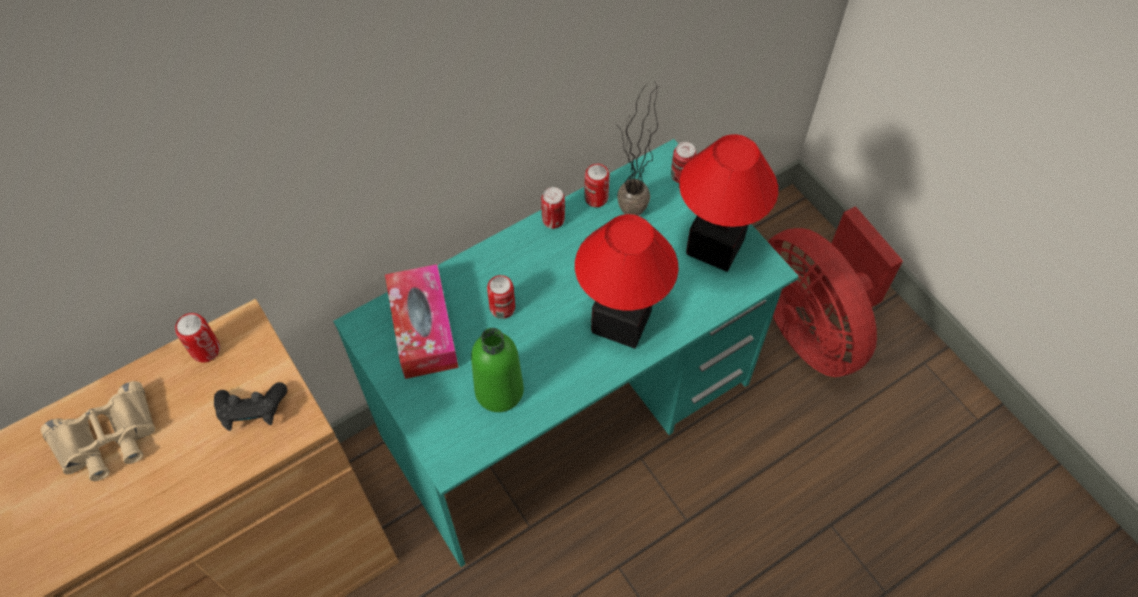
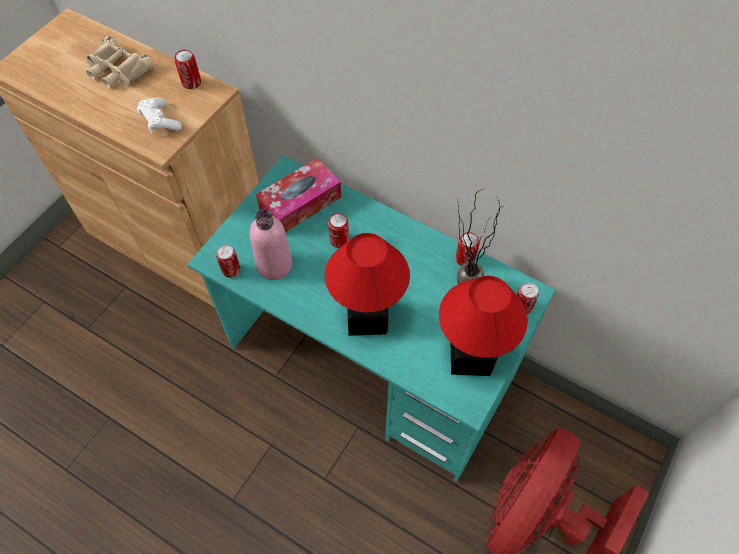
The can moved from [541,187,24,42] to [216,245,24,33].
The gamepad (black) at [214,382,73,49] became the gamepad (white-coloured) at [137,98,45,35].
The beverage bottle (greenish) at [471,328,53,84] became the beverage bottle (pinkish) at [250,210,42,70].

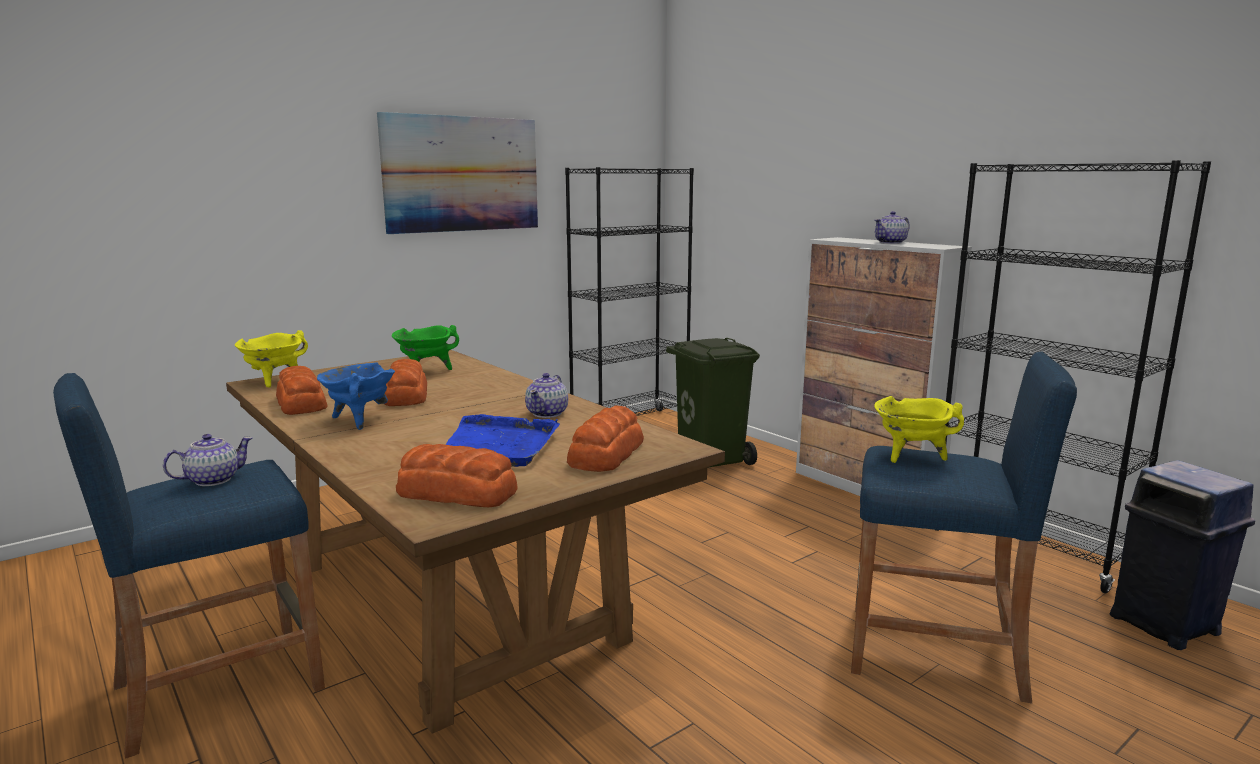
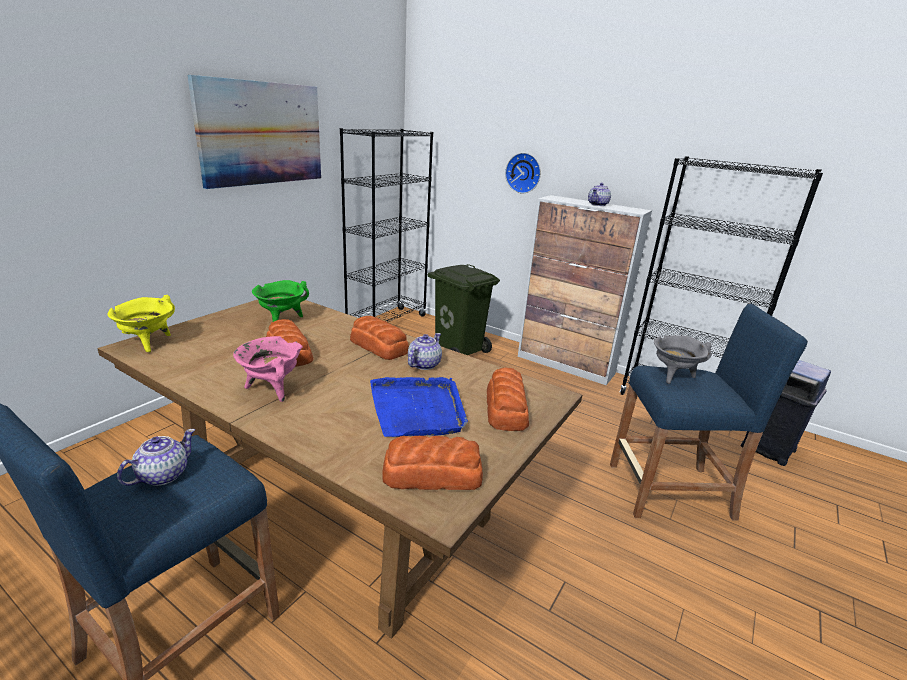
The hanging clock at [505,153,36,40] appeared.
The bread moved from [276,366,51,49] to [350,316,59,44].
The cooking pot (bluish) at [317,362,78,68] became the cooking pot (pinkish) at [233,336,70,66].
The cooking pot (yellow-coloured) at [874,396,90,67] became the cooking pot (greyish) at [654,335,58,49].
The tea pot at [525,373,43,45] turned 150 degrees counterclockwise.

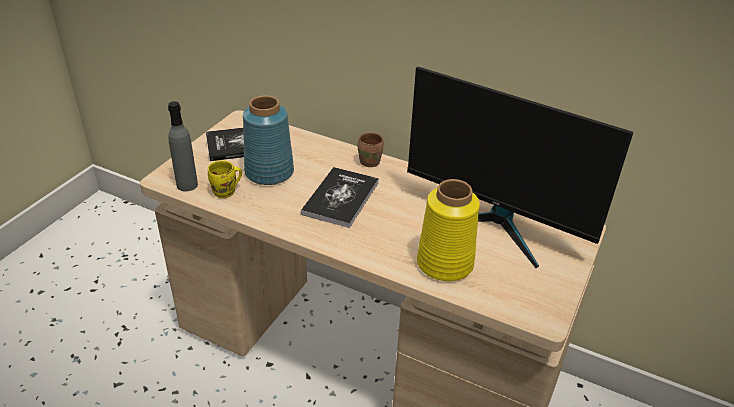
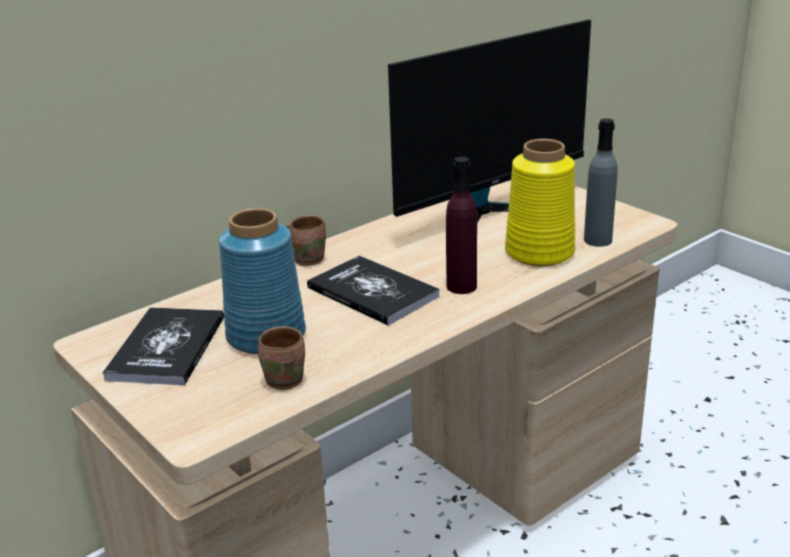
The beverage bottle (purple-coloured) at [446,157,31,137] appeared.
The beverage bottle (greyish) moved from [168,101,30,90] to [584,119,34,128].
The tea mug (yellow-coloured) at [208,160,34,38] became the tea mug (brown) at [258,326,47,64].

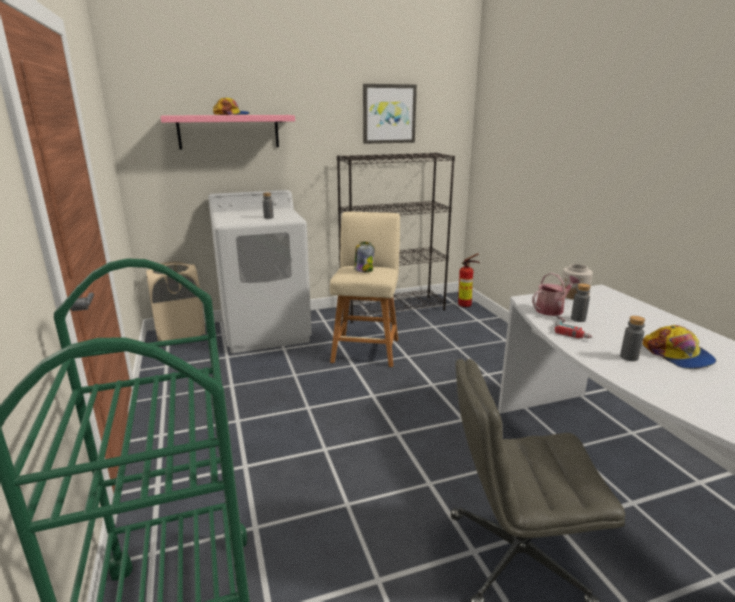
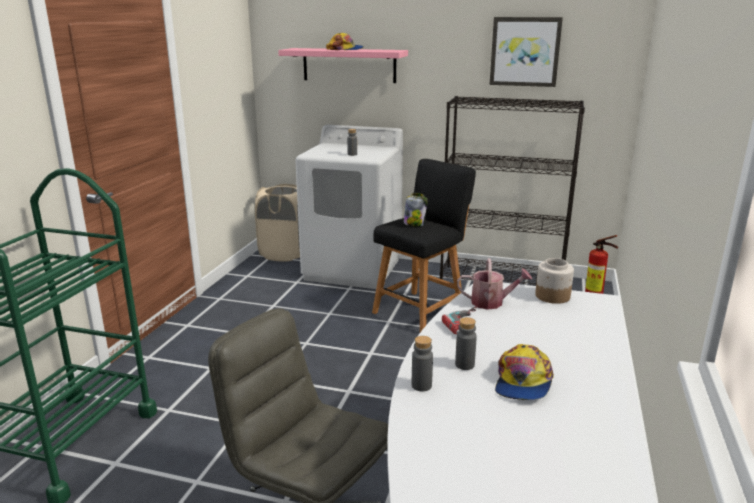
The beverage bottle (greyish) moved from [571,283,19,39] to [412,336,21,56].
The sitting stool (sand-coloured) at [330,212,70,155] became the sitting stool (black) at [372,159,104,173].

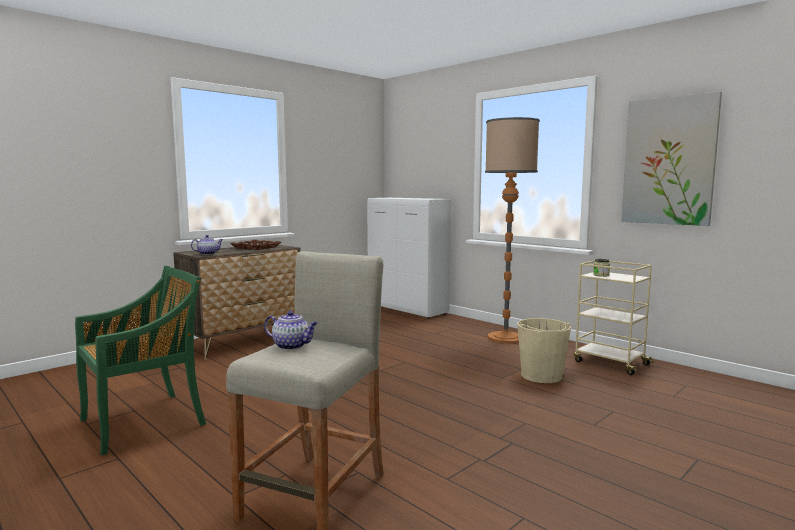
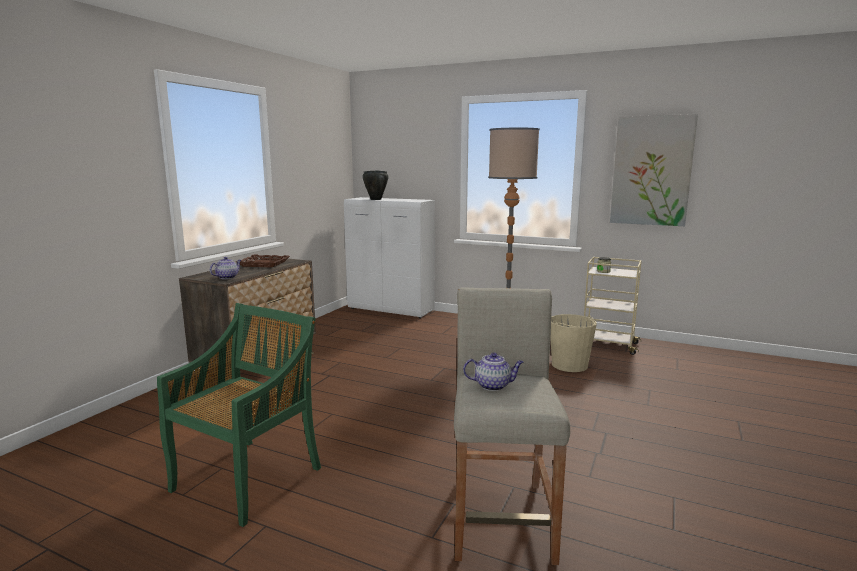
The cooking pot (black) at [362,170,26,30] appeared.

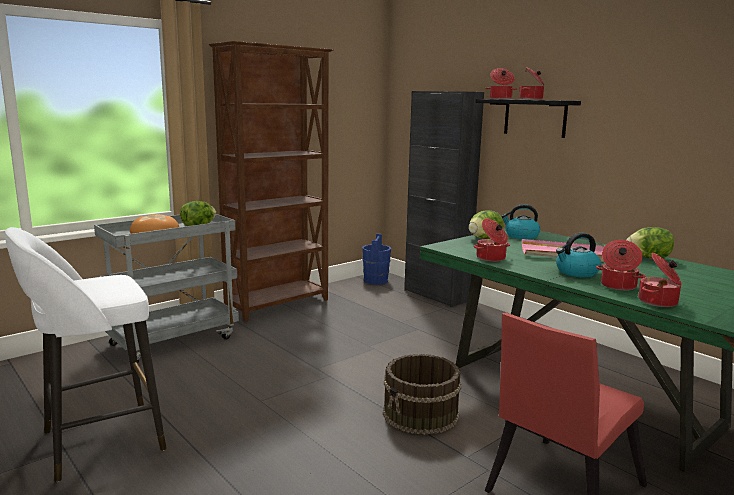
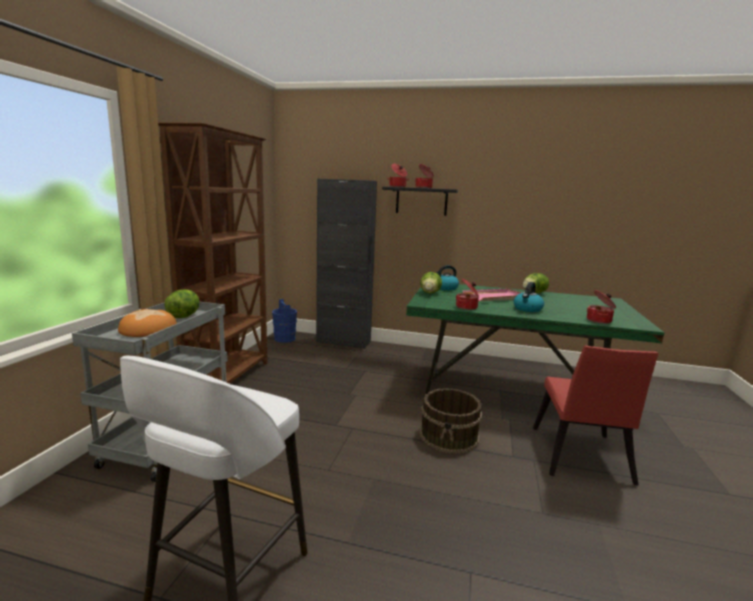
The cooking pot at [596,240,49,51] disappeared.

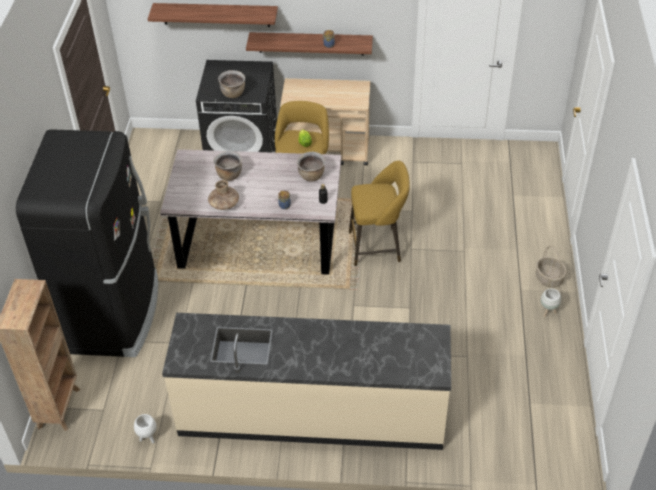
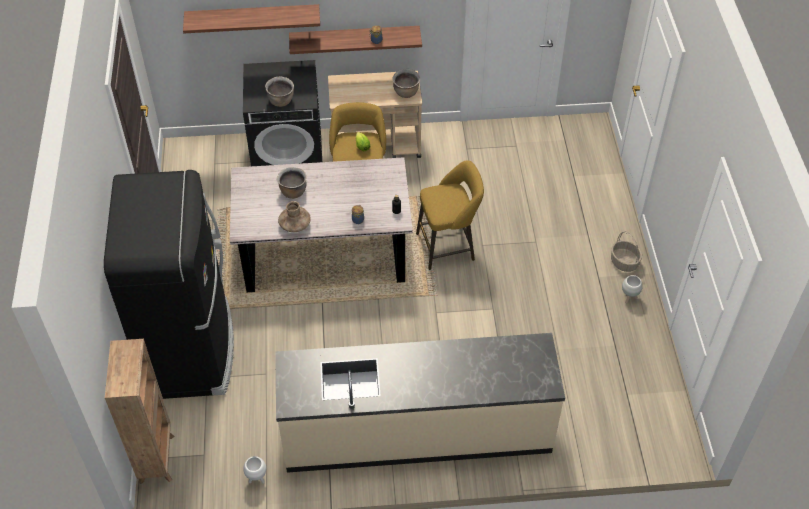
The cooking pot (brown) moved from [297,152,29,30] to [393,69,27,29].

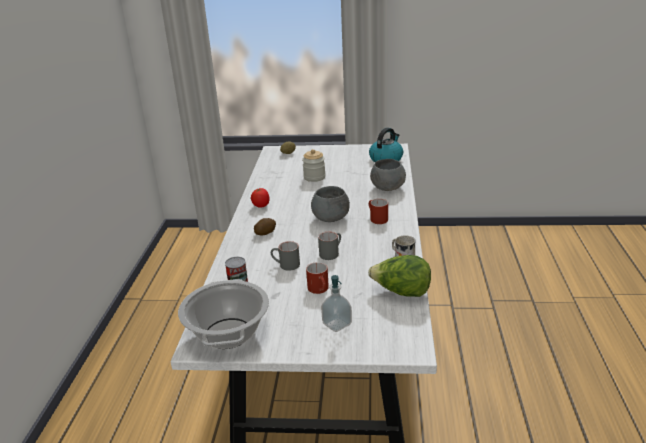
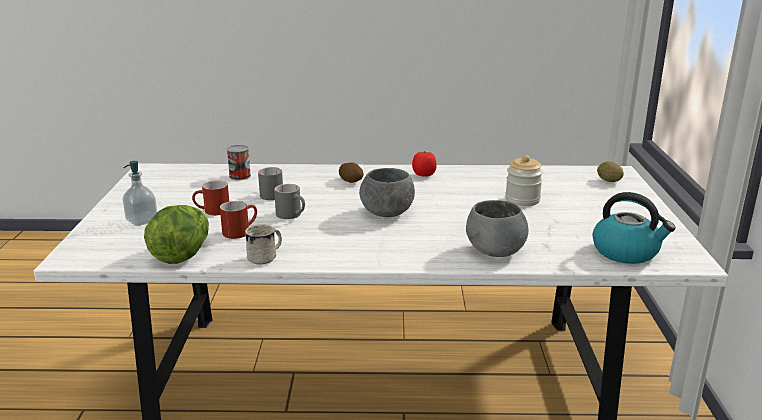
The cooking pot at [178,279,91,70] disappeared.
The tea mug (red) moved from [369,199,19,25] to [220,201,37,38].

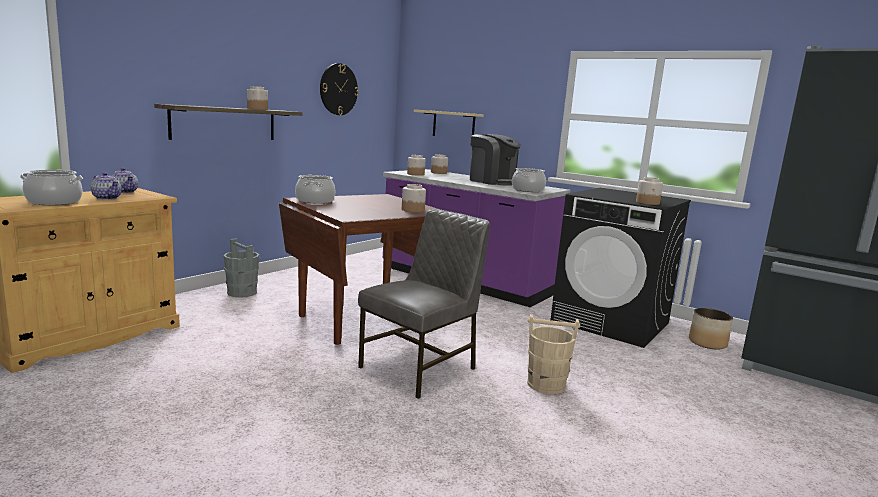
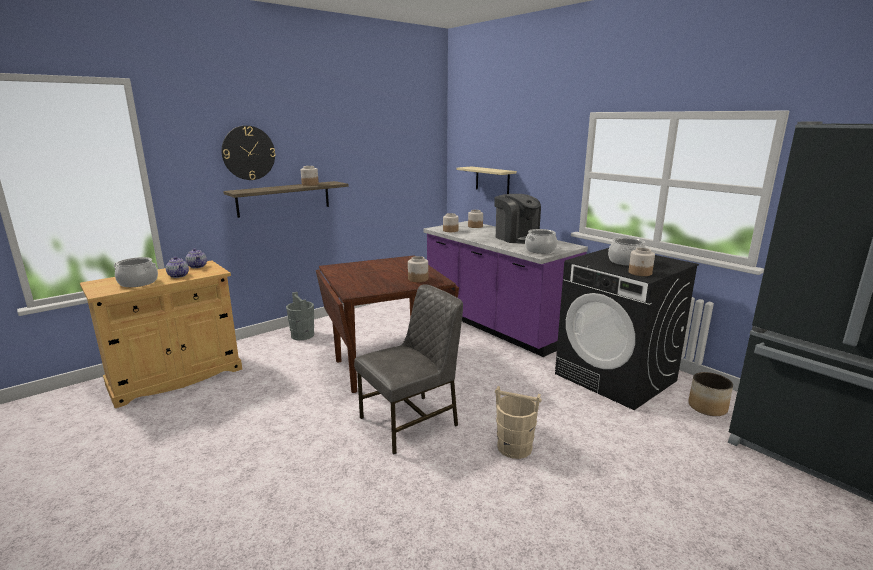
The cooking pot moved from [295,175,40,29] to [608,237,38,29].
The hanging clock moved from [320,63,39,52] to [222,126,54,54].

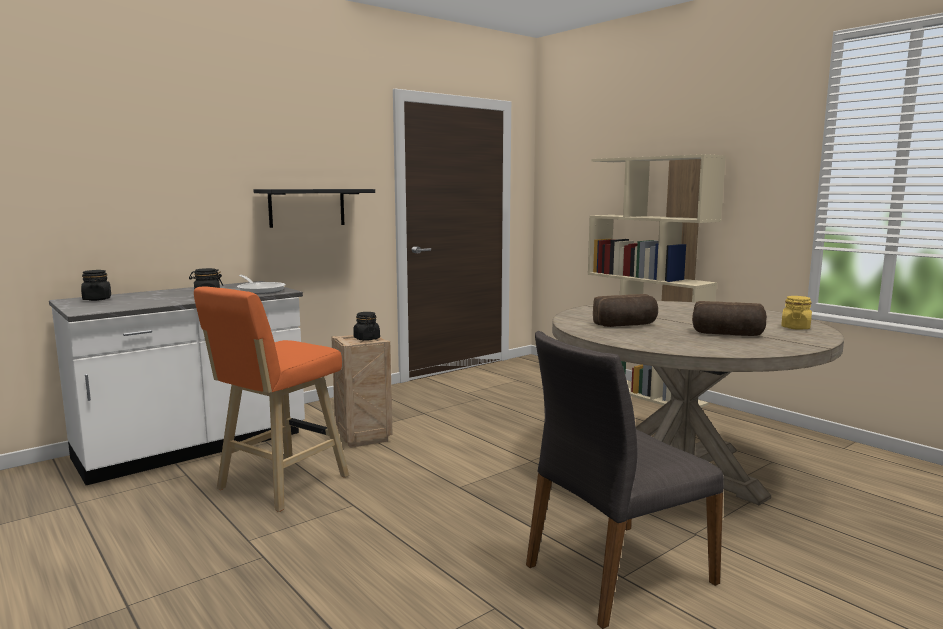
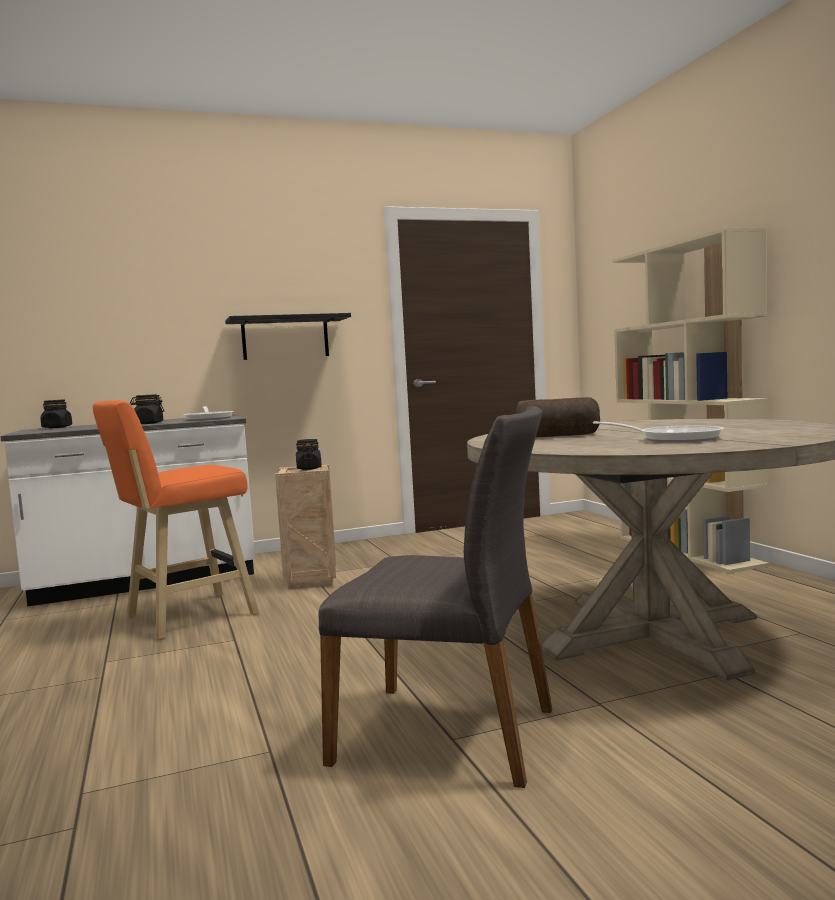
The jar (yellow-coloured) at [781,296,31,34] disappeared.
The bread at [692,301,75,35] was replaced by the frying pan at [593,421,131,21].
The upright chair (greyish) at [526,331,198,298] turned 150 degrees counterclockwise.

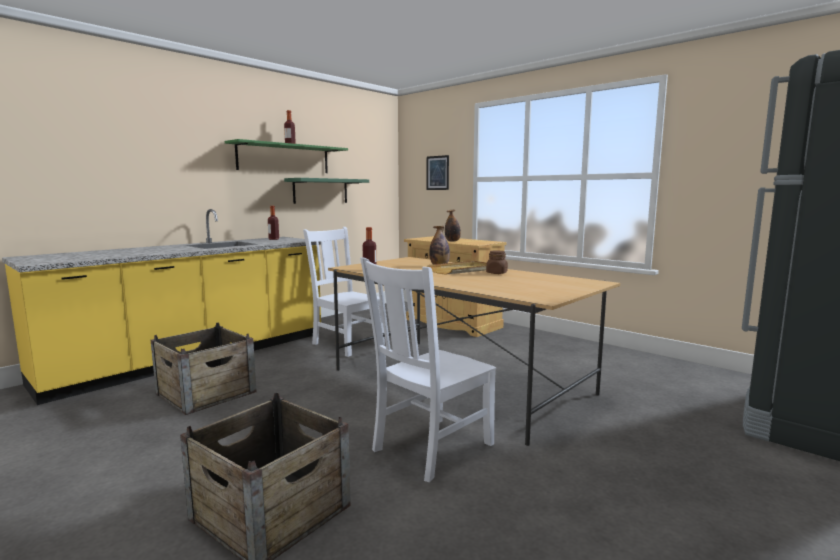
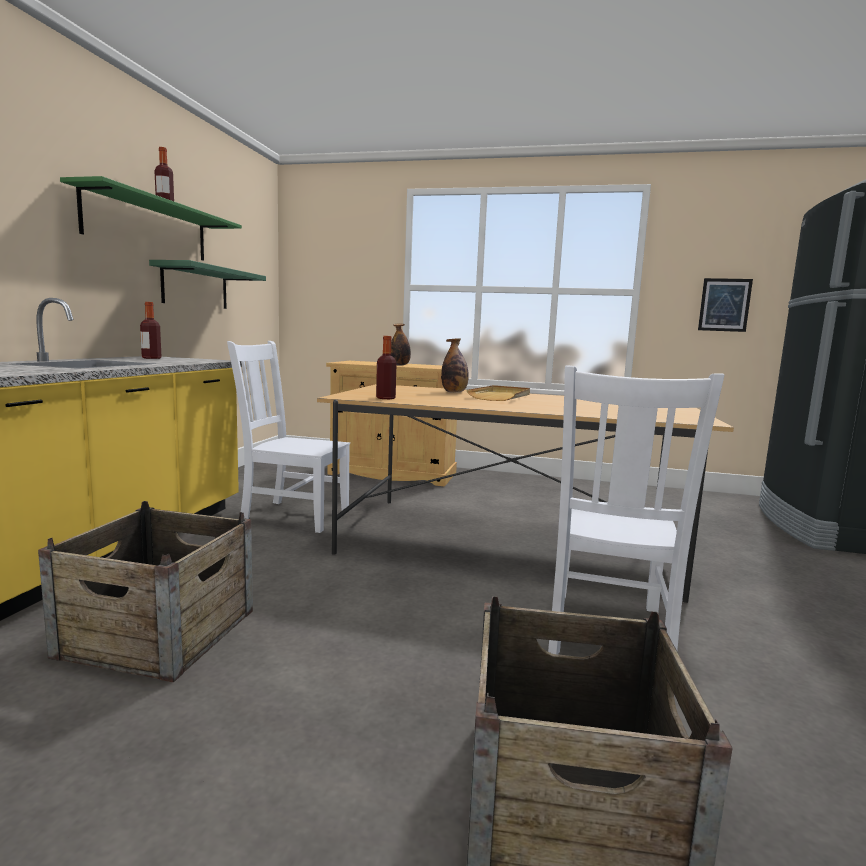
The jar (brown) at [486,251,22,23] disappeared.
The wall art moved from [427,155,22,35] to [698,278,55,54].

